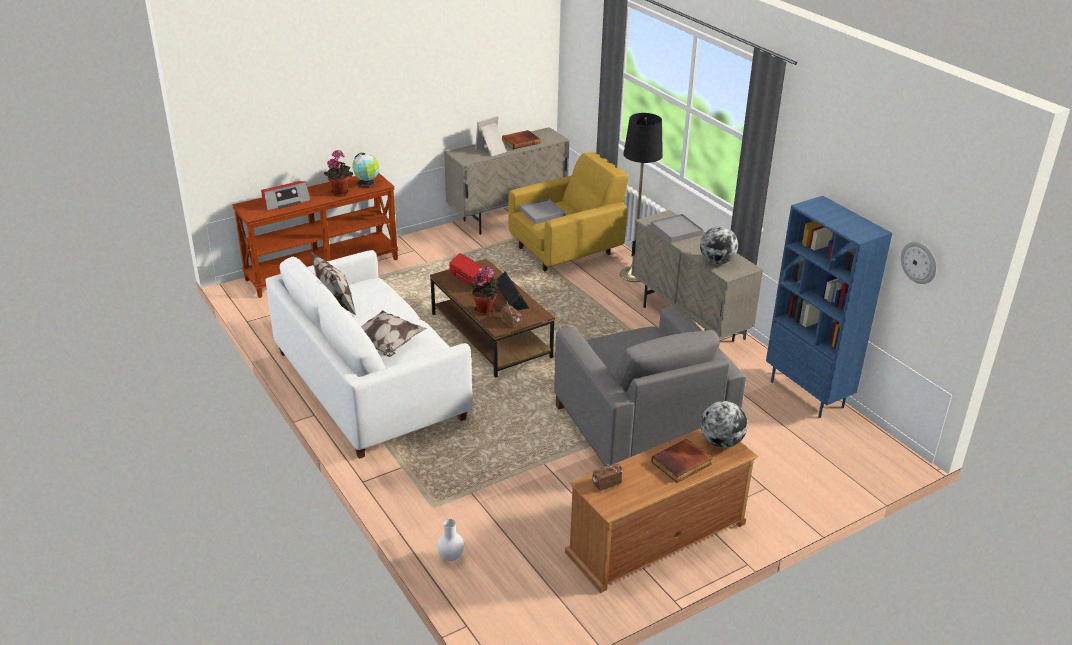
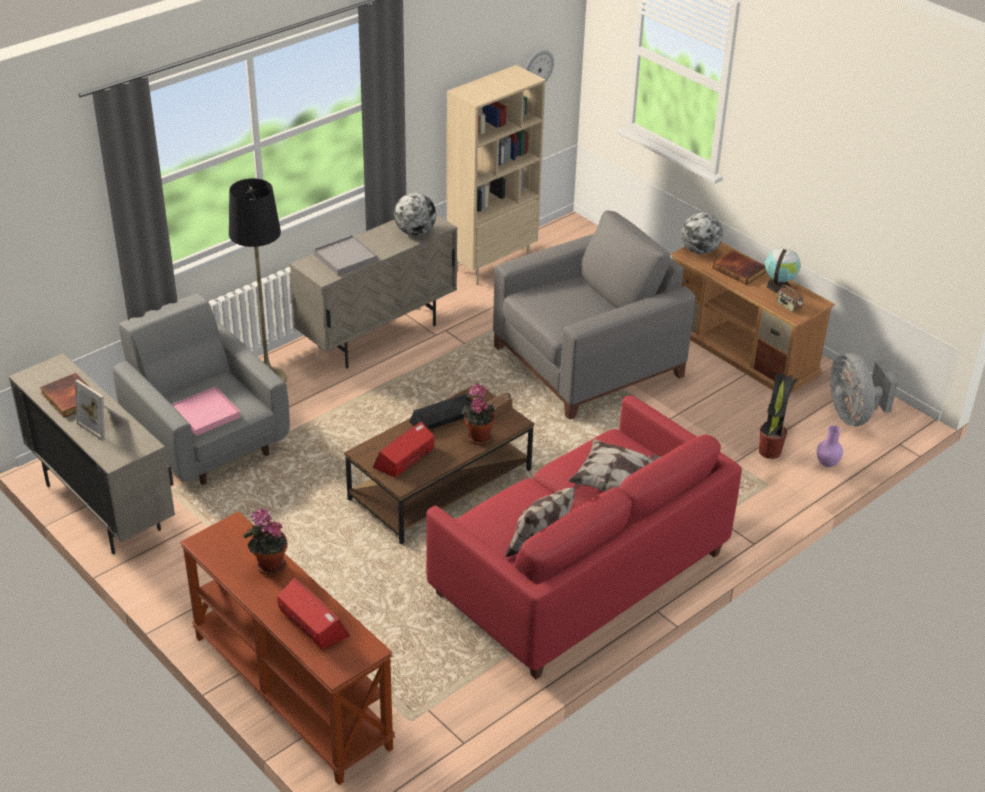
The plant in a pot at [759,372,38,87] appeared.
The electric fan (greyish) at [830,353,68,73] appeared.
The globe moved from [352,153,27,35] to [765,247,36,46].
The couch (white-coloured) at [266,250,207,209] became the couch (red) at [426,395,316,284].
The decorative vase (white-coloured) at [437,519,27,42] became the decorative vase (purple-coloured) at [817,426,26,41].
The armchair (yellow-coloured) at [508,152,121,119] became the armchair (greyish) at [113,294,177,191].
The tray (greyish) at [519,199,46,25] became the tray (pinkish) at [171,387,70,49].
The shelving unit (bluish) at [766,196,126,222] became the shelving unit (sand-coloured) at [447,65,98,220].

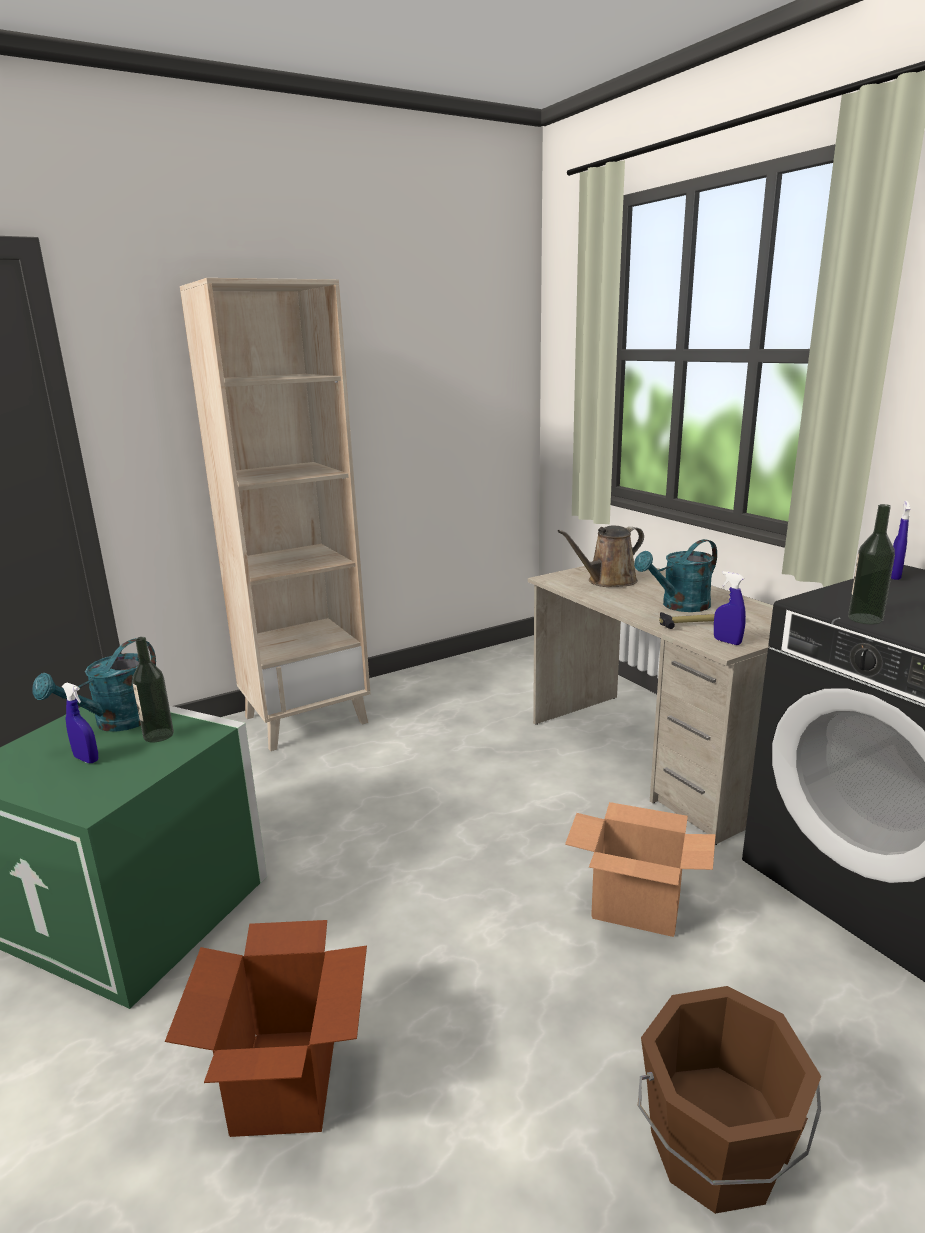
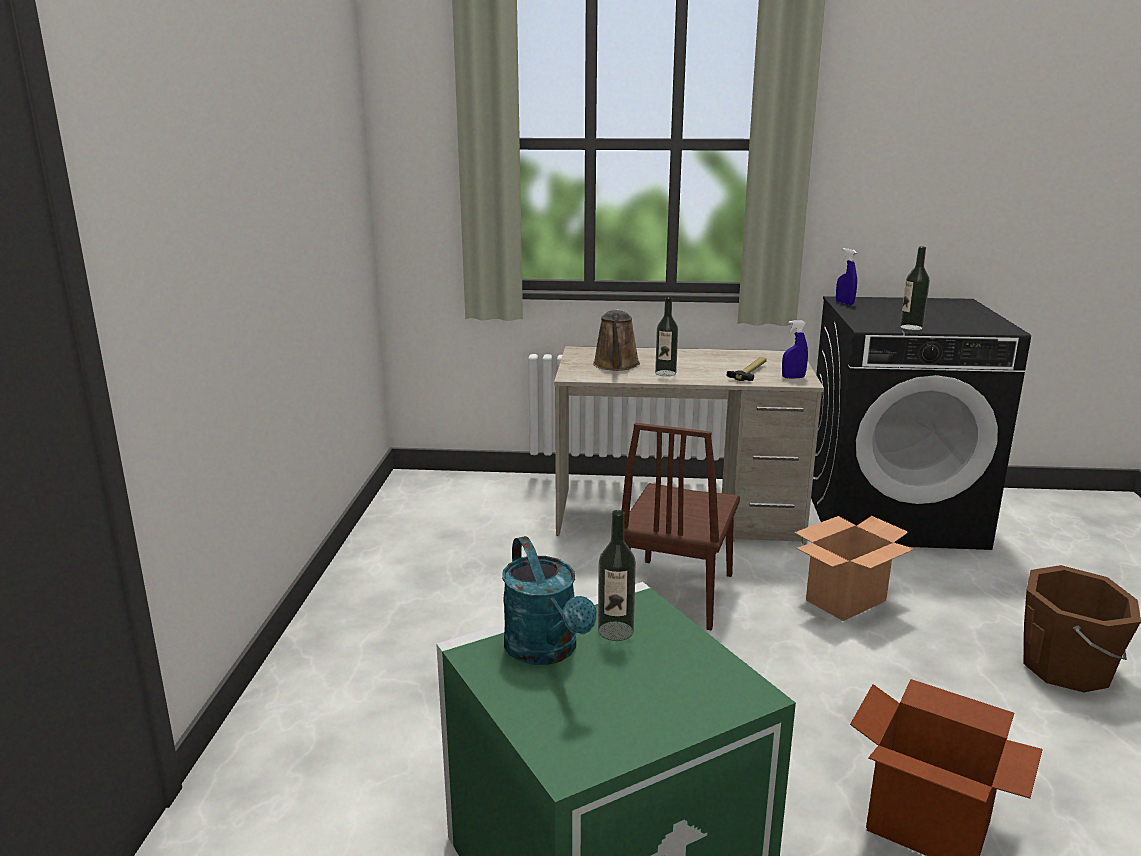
The hand sprayer (bluish) at [62,683,36,80] disappeared.
The shelving unit (sand-coloured) at [180,278,191,473] disappeared.
The watering can (turquoise) at [634,539,83,73] disappeared.
The upright chair (brown) at [622,423,118,207] appeared.
The beverage bottle at [655,297,23,79] appeared.

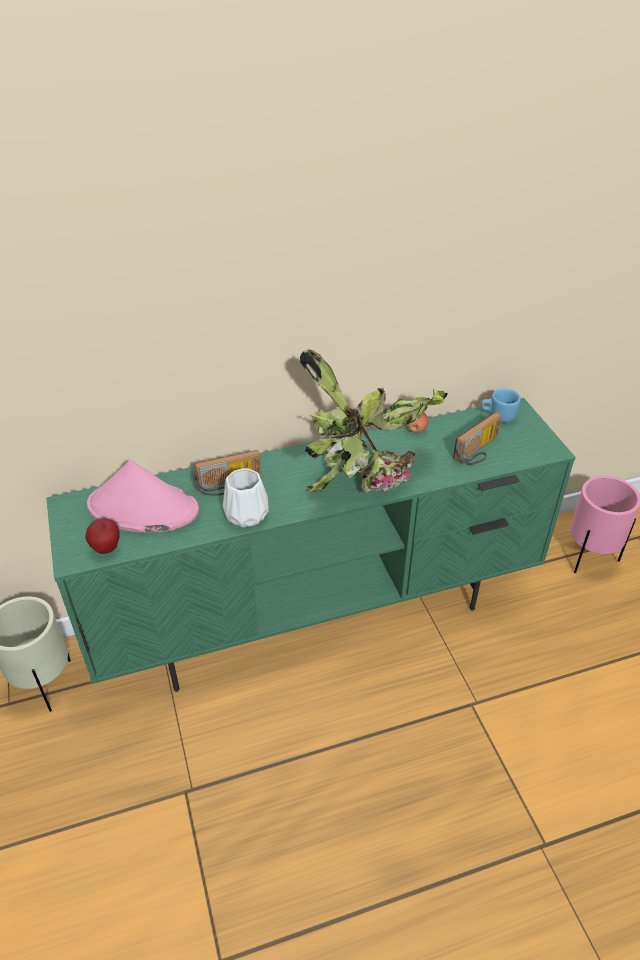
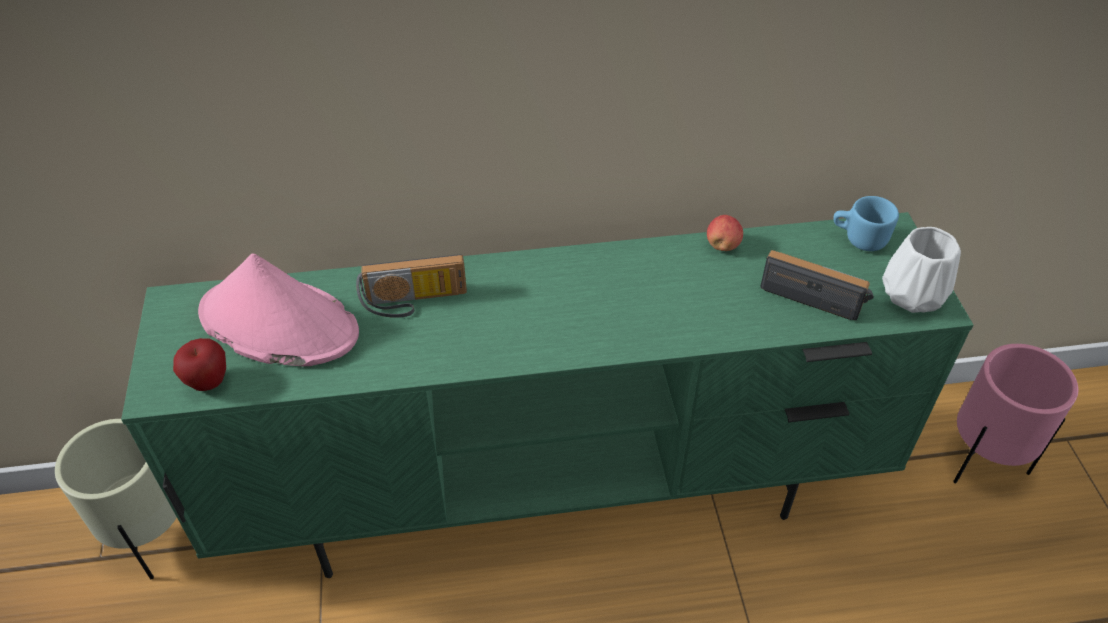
The plant in a pot at [300,349,148,144] disappeared.
The decorative vase (white-coloured) moved from [223,468,46,60] to [882,227,79,86].
The radio set at [453,412,48,53] turned 120 degrees counterclockwise.

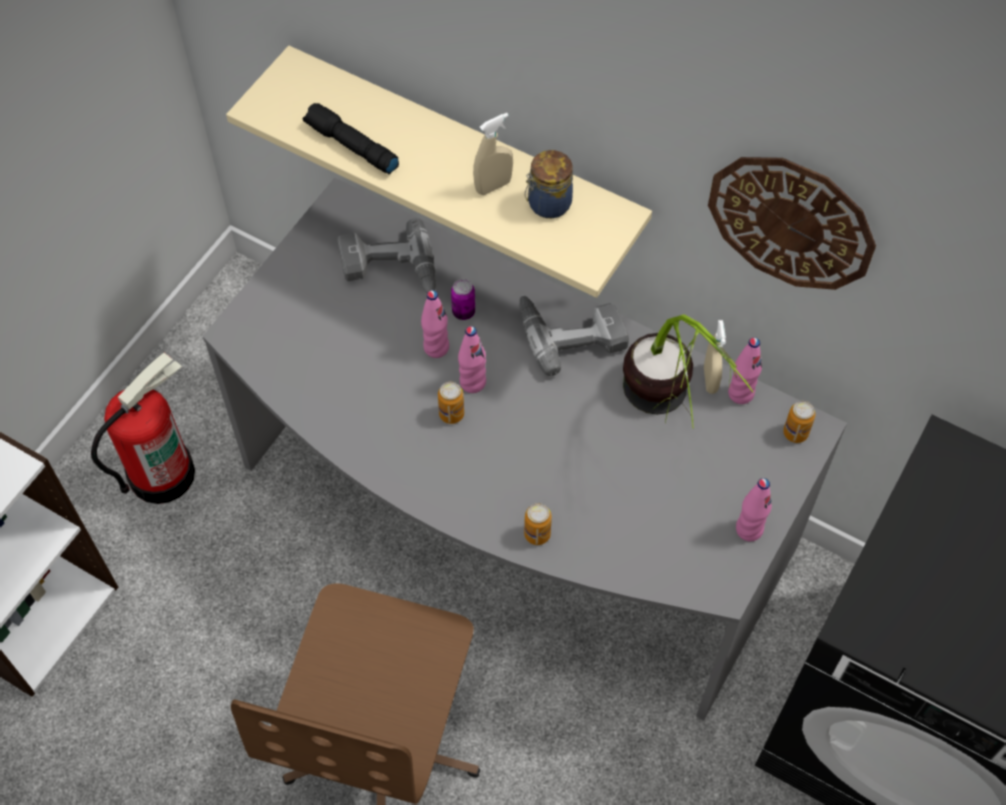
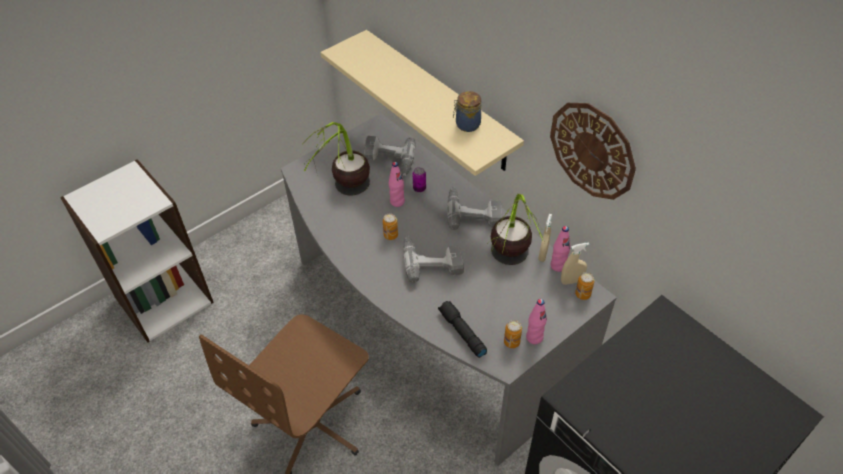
The fire-fighting cylinder at [91,352,104,152] disappeared.
The beverage bottle (pinkish) at [458,326,28,67] disappeared.
The plant in a pot at [302,122,68,73] appeared.
The electric drill at [403,235,61,48] appeared.
The flashlight (black) moved from [303,103,96,71] to [438,301,49,57].
The hand sprayer (sand-coloured) moved from [473,113,40,82] to [561,243,29,42].
The can moved from [524,503,28,42] to [504,320,18,28].

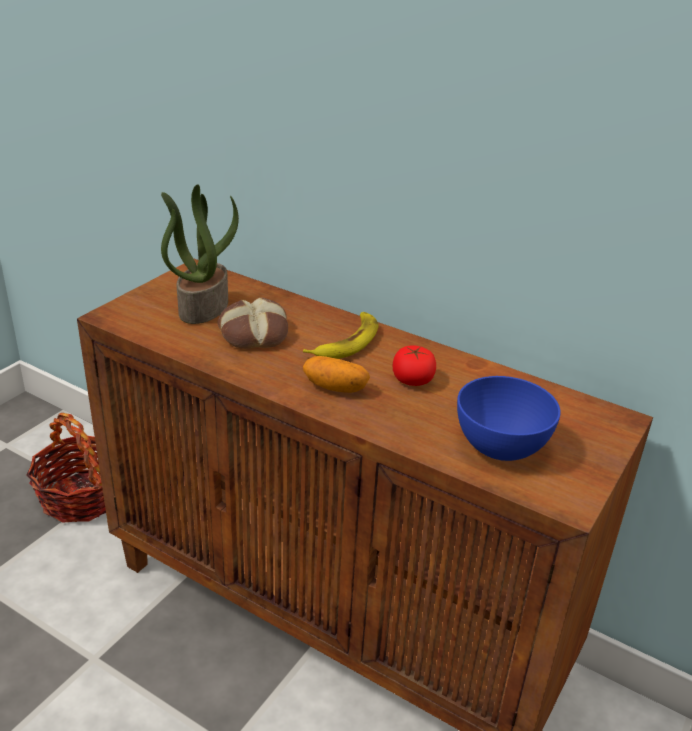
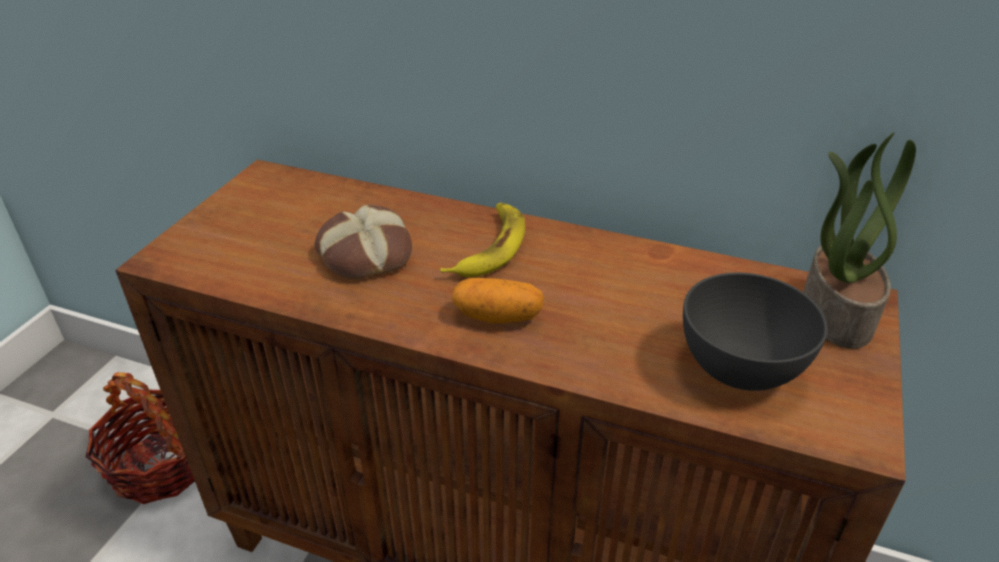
The whole tomato at [393,345,43,41] disappeared.
The plant in a pot moved from [161,184,78,140] to [803,132,113,217].
The deep dish (bluish) at [457,376,104,85] became the deep dish (greyish) at [683,272,144,119].

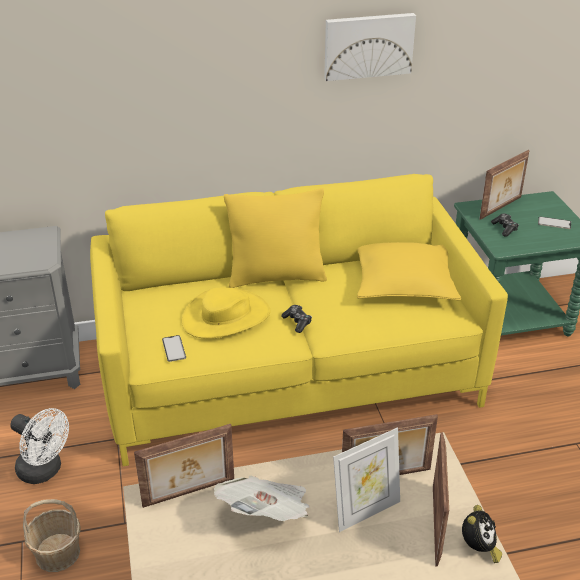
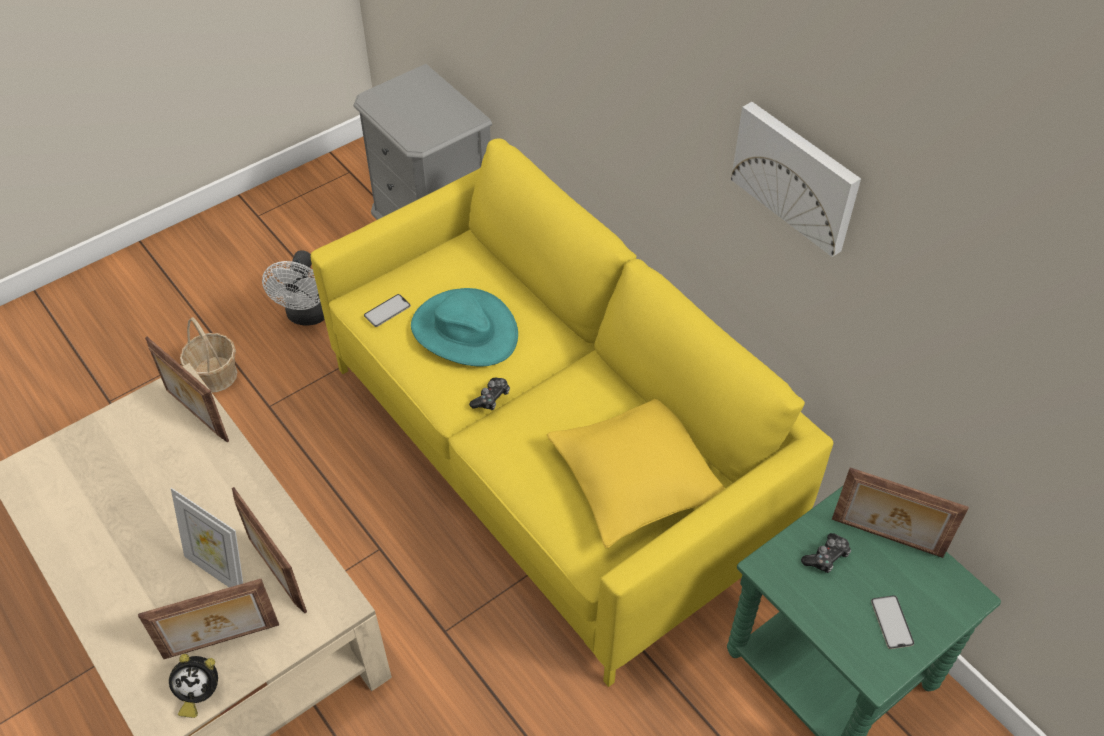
The newspaper at [214,476,96,45] disappeared.
The pillow (yellow-coloured) at [224,188,103,100] disappeared.
The wearable hat (yellow-coloured) at [182,287,89,52] became the wearable hat (turquoise) at [411,288,107,79].

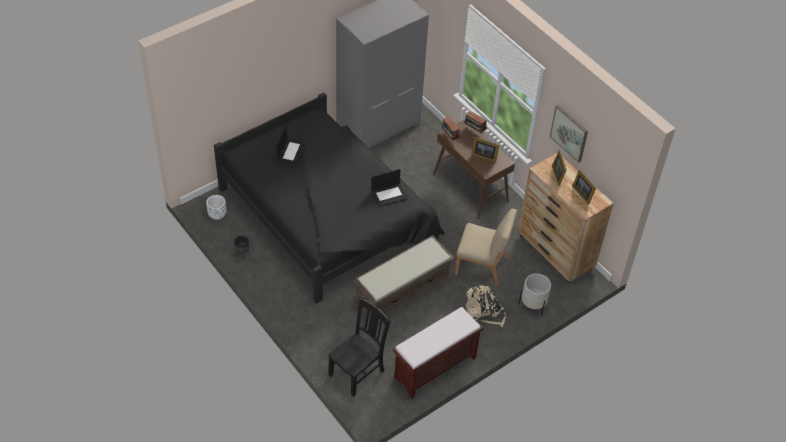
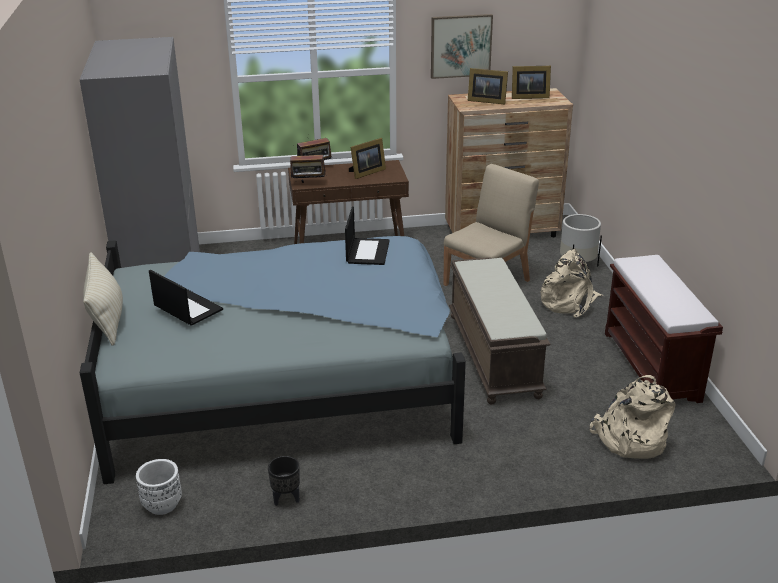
The pillow (sand-coloured) at [83,252,40,94] appeared.
The upright chair (black) at [328,296,63,101] was replaced by the rucksack (sand-coloured) at [590,375,86,84].
The sleeping bed (black) at [214,93,230,211] became the sleeping bed (bluish) at [80,236,386,248].

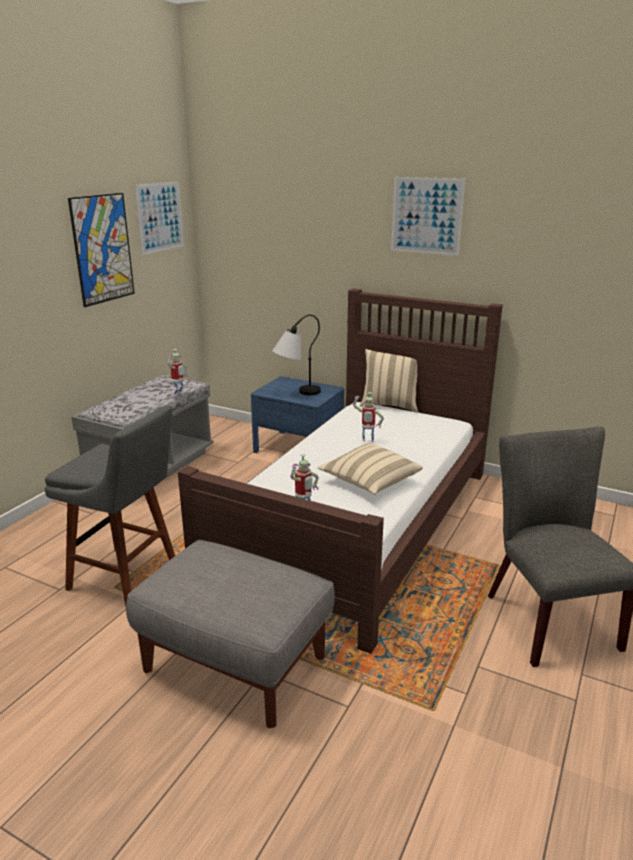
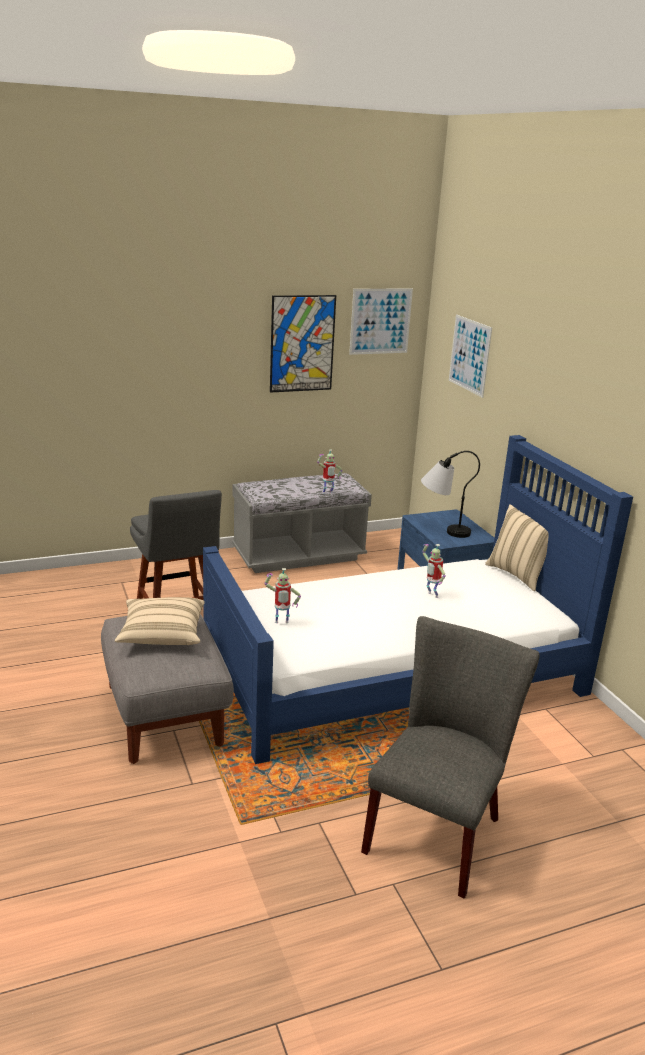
The pillow (sand-coloured) moved from [318,444,105,51] to [115,597,90,48].
The wall art moved from [391,177,74,79] to [449,315,43,83].
The sleeping bed (brown) at [178,289,325,365] became the sleeping bed (bluish) at [203,435,430,329].

